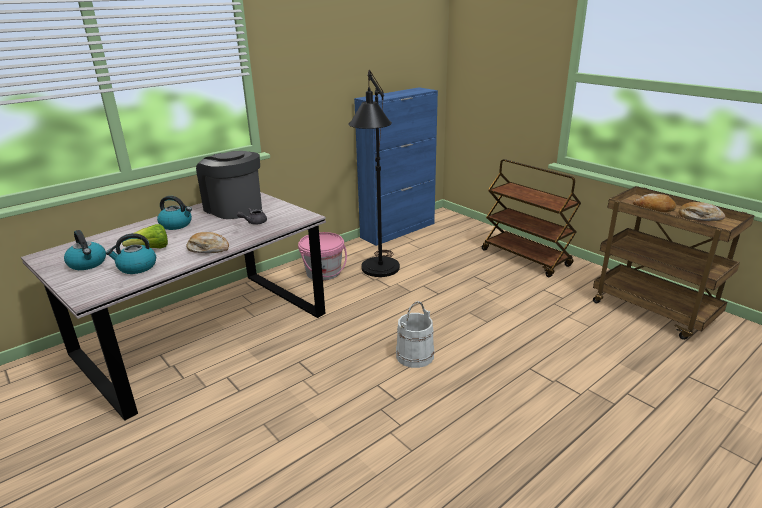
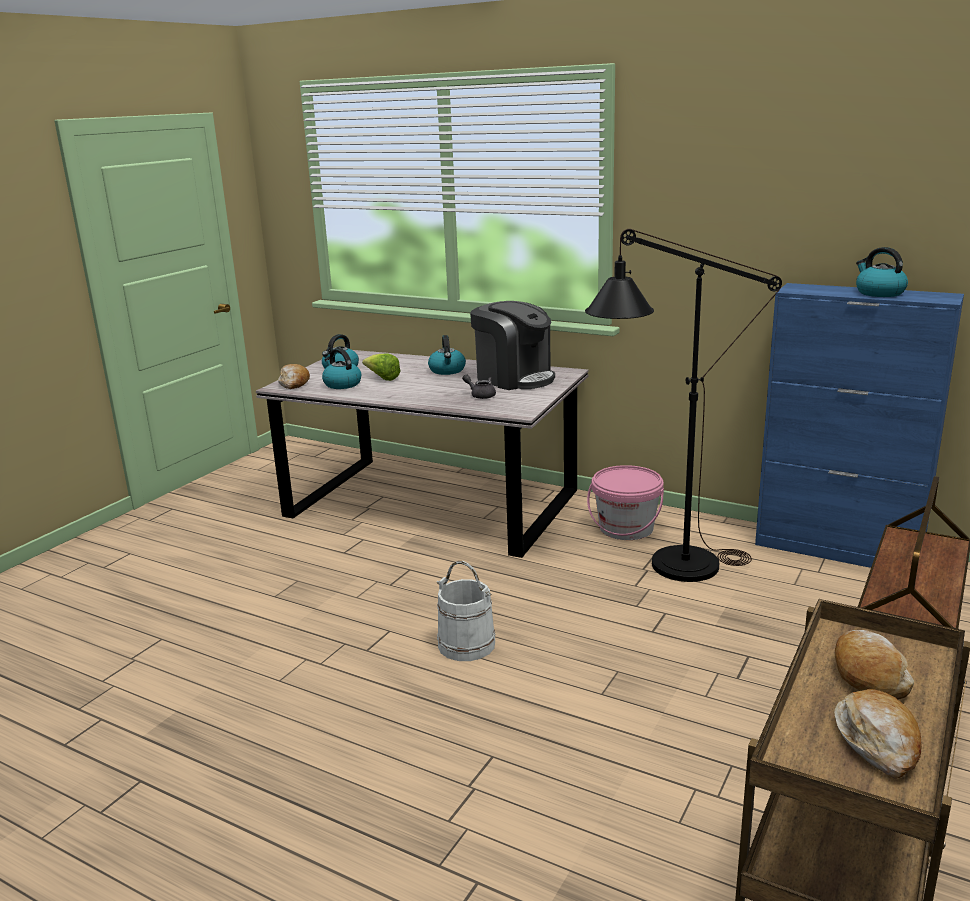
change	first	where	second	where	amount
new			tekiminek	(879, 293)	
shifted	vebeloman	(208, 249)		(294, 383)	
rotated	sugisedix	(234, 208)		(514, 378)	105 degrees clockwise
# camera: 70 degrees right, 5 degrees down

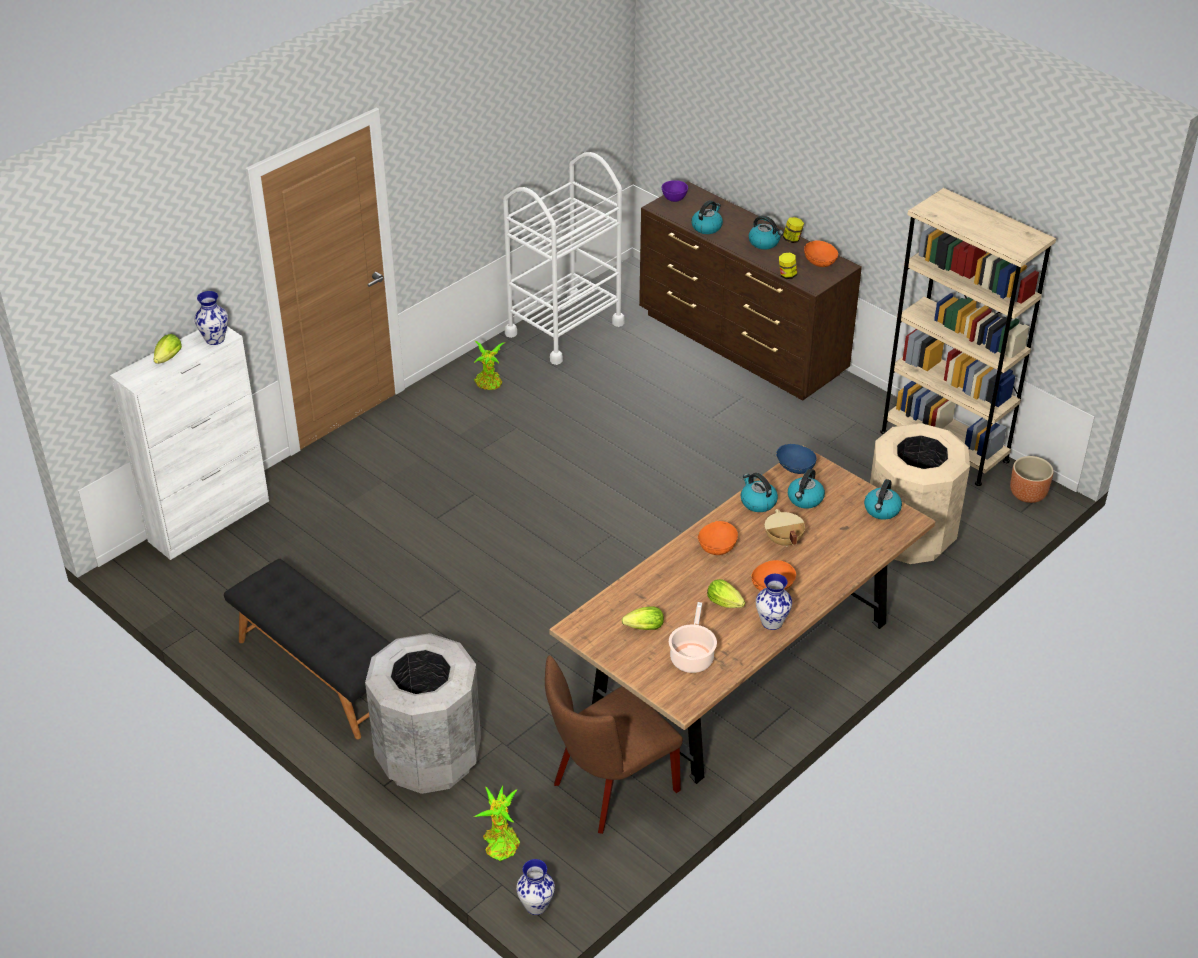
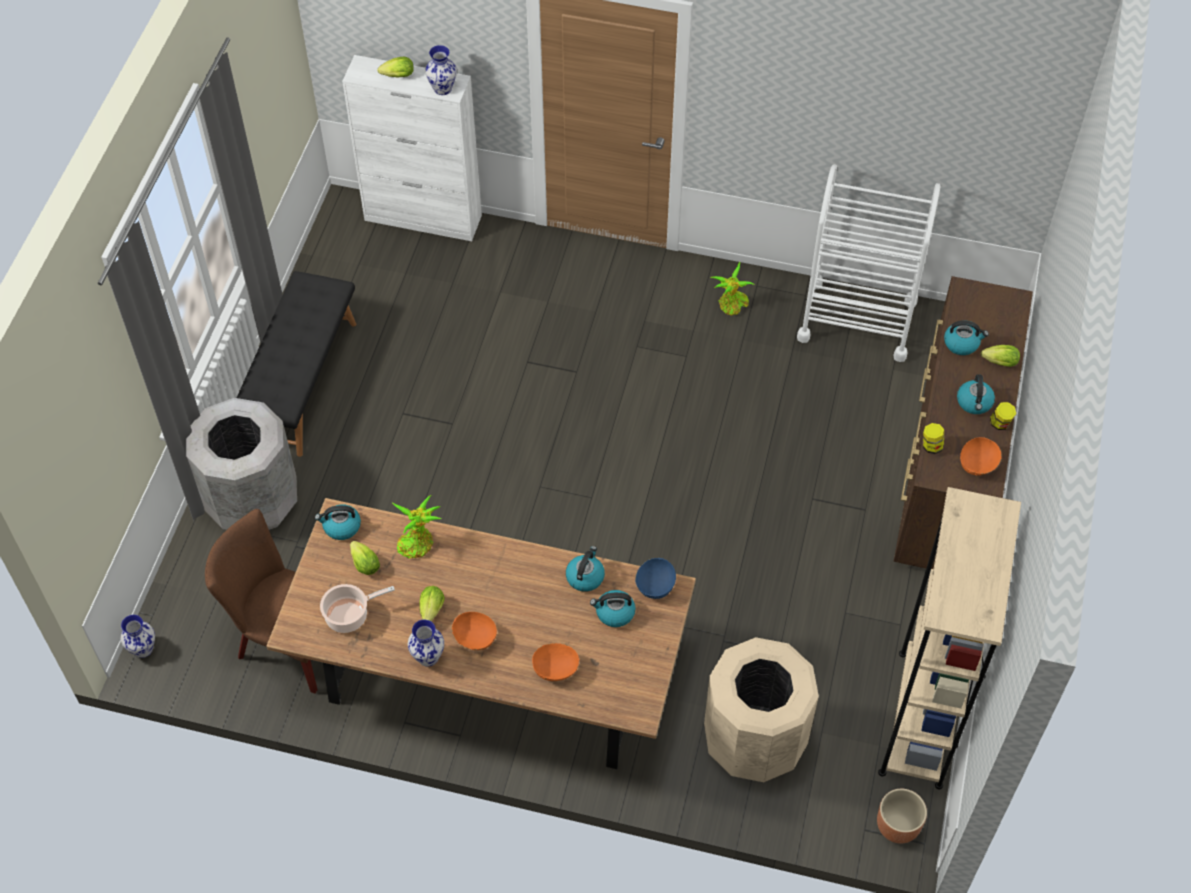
change	first	where	second	where	amount
gone	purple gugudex	(674, 199)			
gone	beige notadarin	(782, 541)			
new			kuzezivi	(997, 362)	
shifted	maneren	(500, 842)		(418, 542)	
shifted	orange gugudex	(717, 547)		(555, 668)	
shifted	tekiminek	(882, 510)		(341, 527)	
# camera: 60 degrees right, 15 degrees up

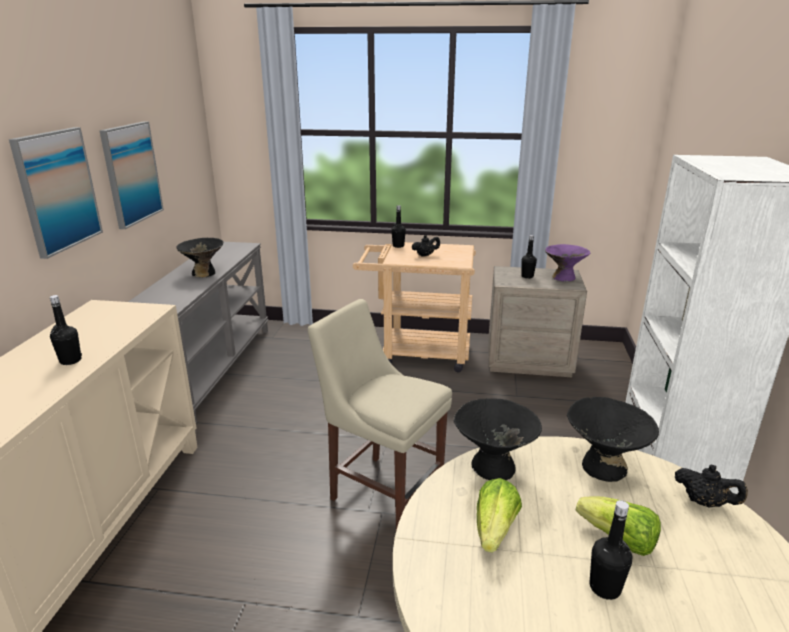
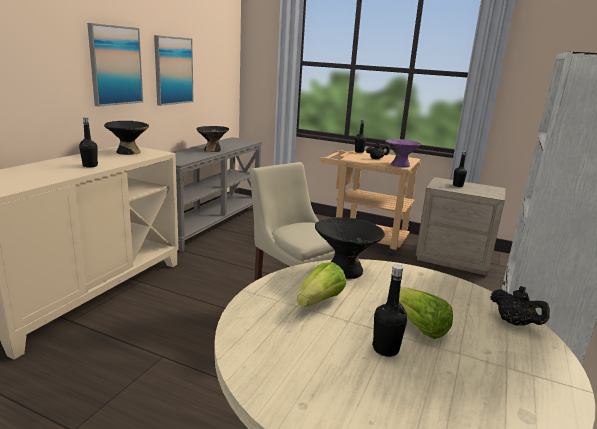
change	first	where	second	where	amount
shifted	purple gugudex	(563, 277)		(400, 165)	
shifted	black gugudex	(603, 467)		(128, 152)	
# camera: 15 degrees right, 5 degrees down

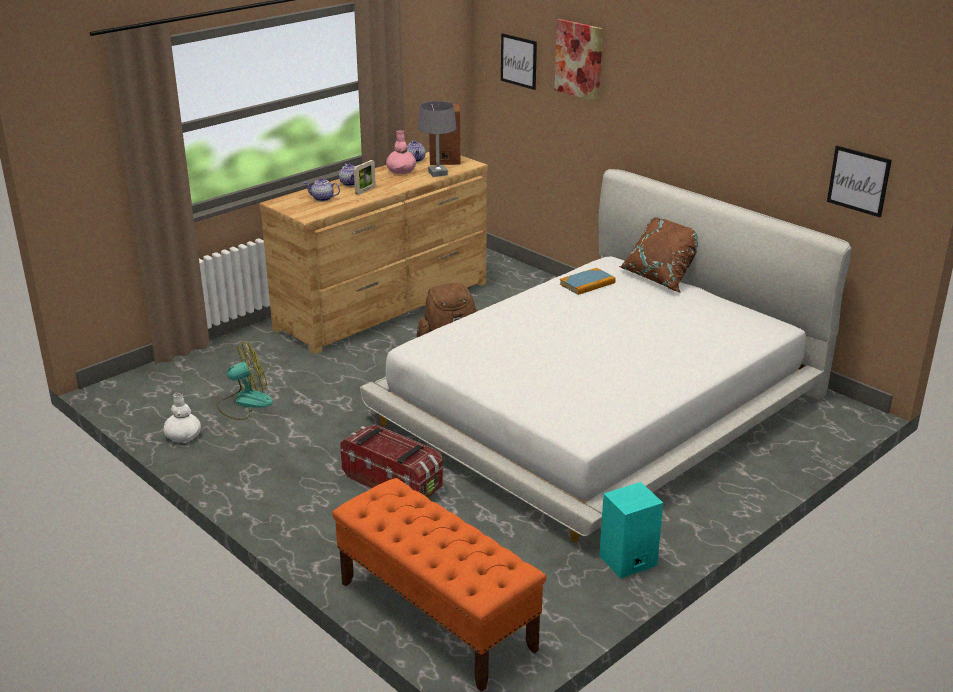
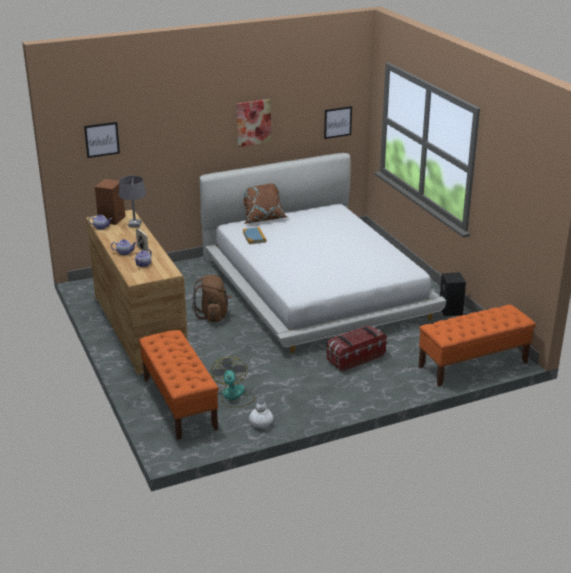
change	first	where	second	where	amount
gone	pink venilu	(401, 170)			
new			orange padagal	(179, 403)	
shifted	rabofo	(579, 59)		(253, 122)	
repainted	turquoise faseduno	(627, 561)	black faseduno	(451, 310)	
# camera: 70 degrees left, 0 degrees up

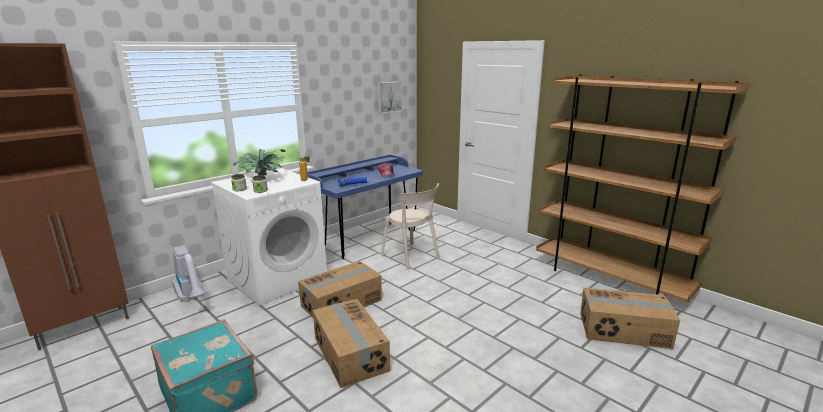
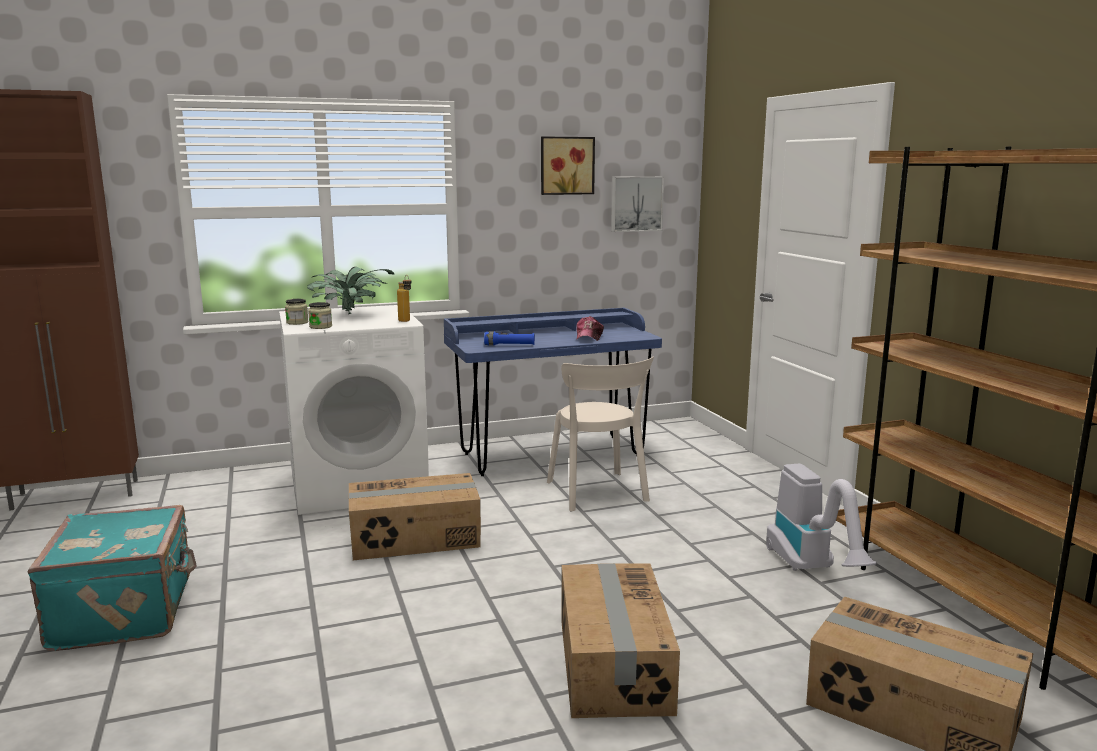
change	first	where	second	where	amount
new			rabofo	(566, 165)	
shifted	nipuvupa	(192, 298)		(812, 569)	
shifted	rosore	(350, 354)		(612, 664)	
# camera: 25 degrees right, 5 degrees down

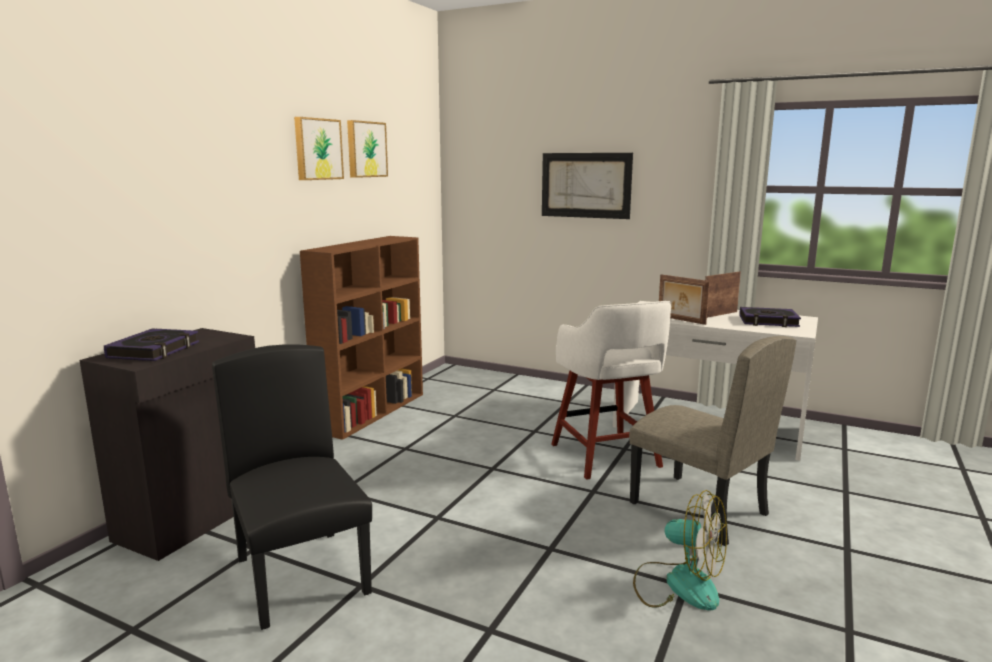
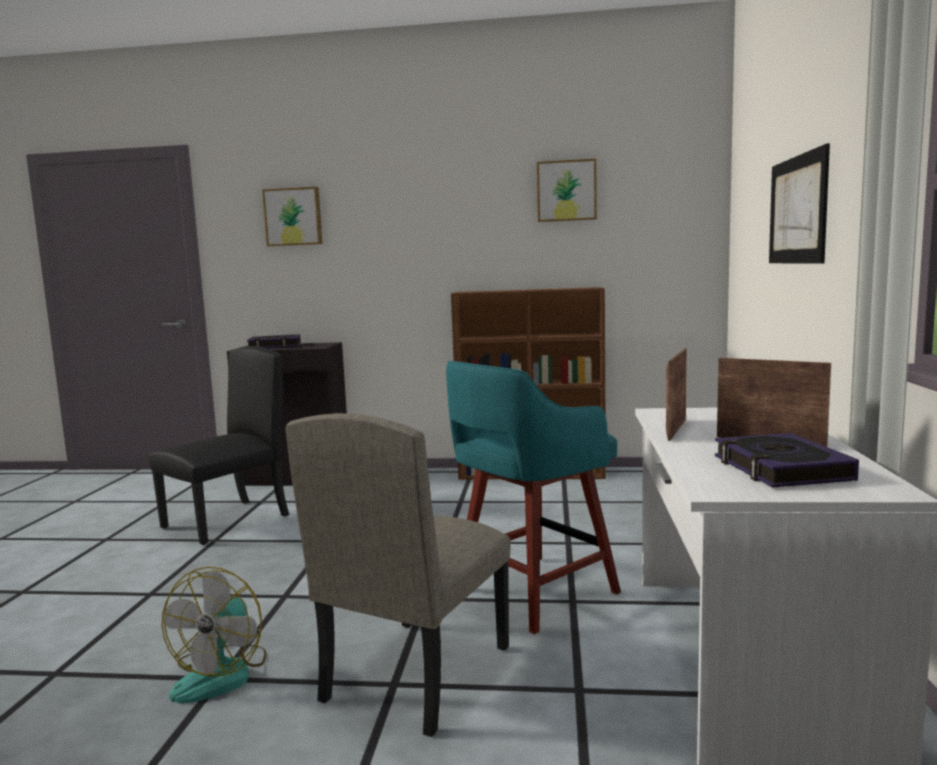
change	first	where	second	where	amount
shifted	rabofo	(317, 149)		(293, 217)	
repainted	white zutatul	(606, 457)	turquoise zutatul	(531, 593)	
# camera: 70 degrees right, 5 degrees down

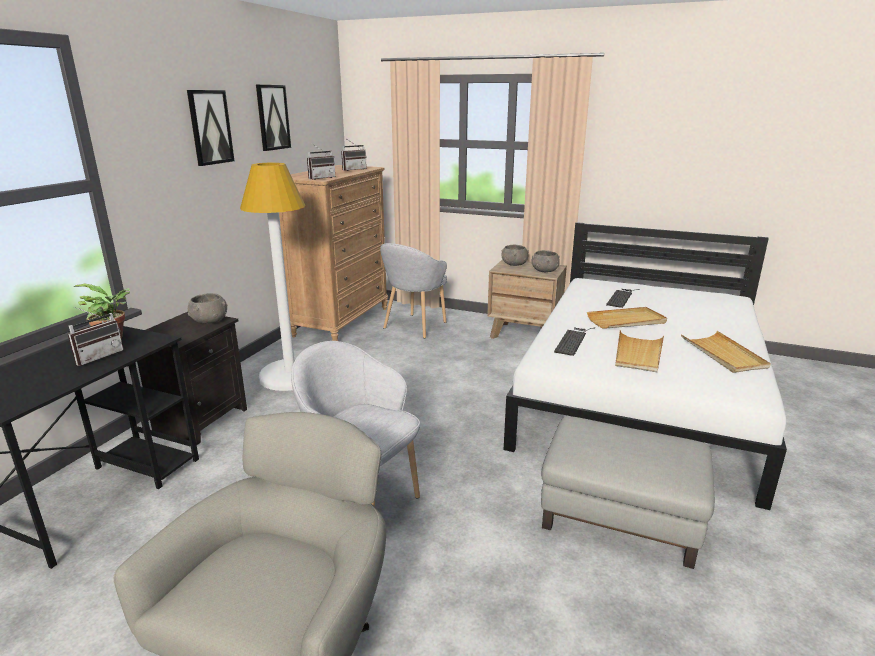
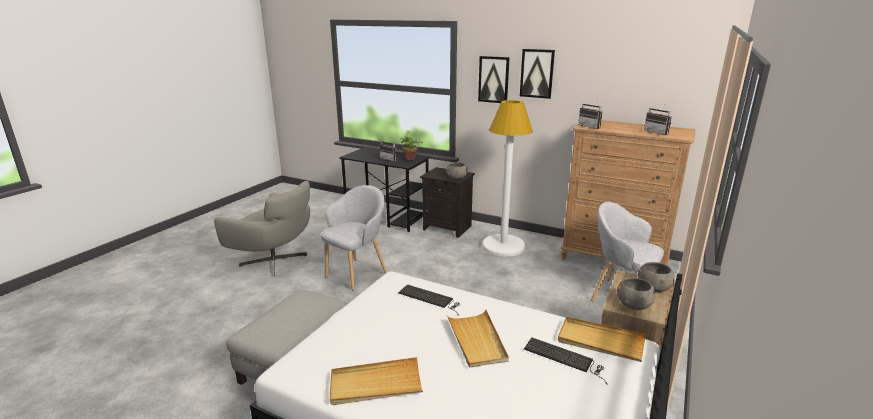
change	first	where	second	where	amount
shifted	rabofo	(272, 117)		(493, 79)	
shifted	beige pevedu	(638, 354)		(600, 341)	
# camera: 95 degrees right, 0 degrees up

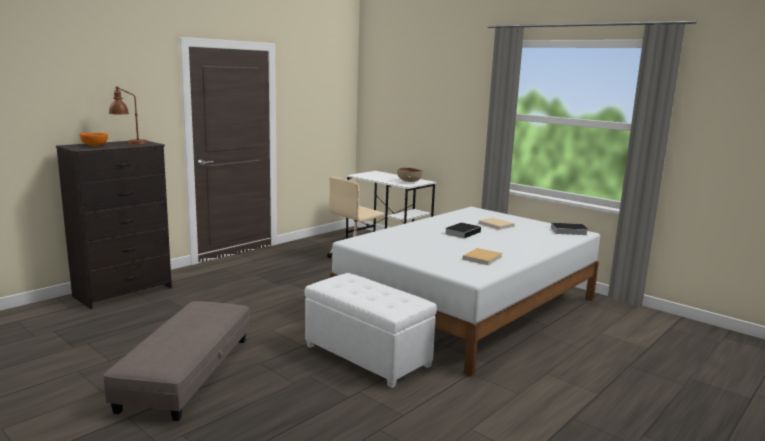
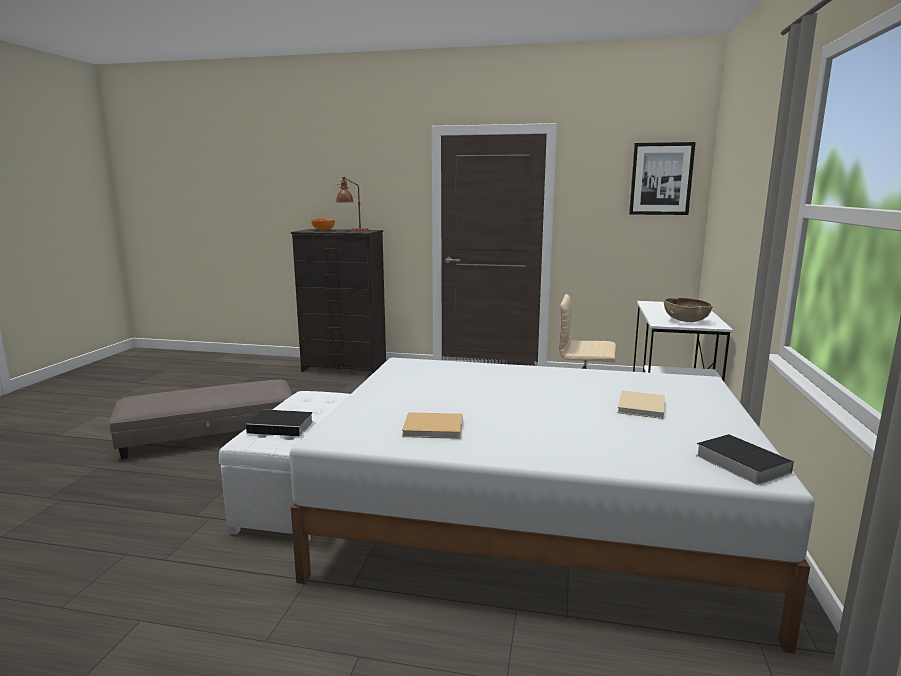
change	first	where	second	where	amount
new			rabofo	(661, 179)	
shifted	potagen	(463, 232)		(283, 427)	
# camera: 60 degrees right, 0 degrees up

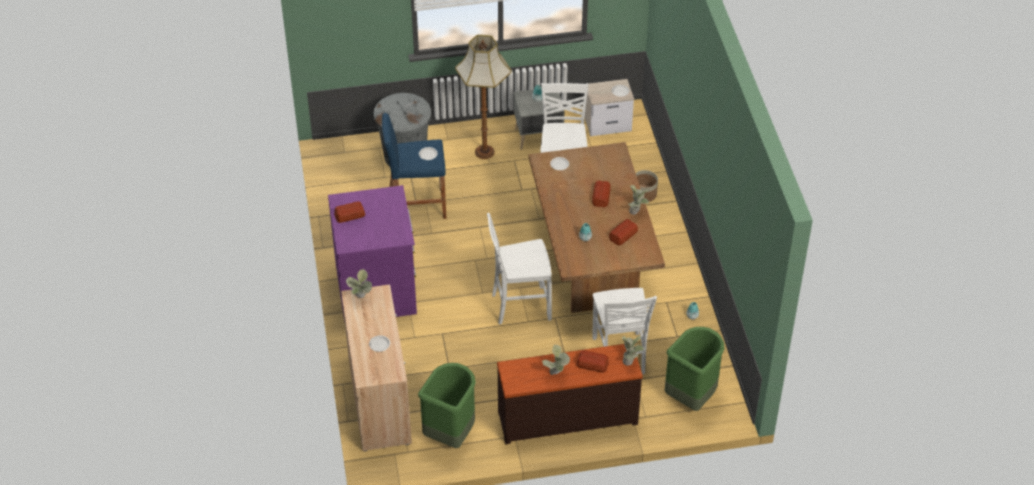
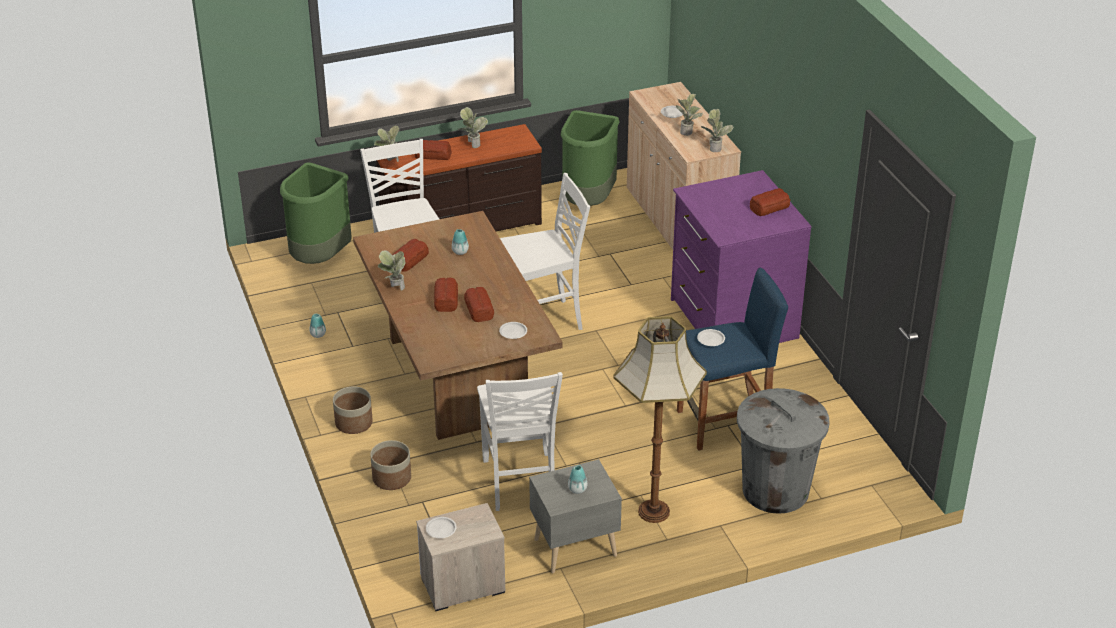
change	first	where	second	where	amount
new			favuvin	(354, 423)	
new			vebeloman	(479, 309)	
new			maneren	(687, 131)	
# camera: 170 degrees right, 10 degrees down

